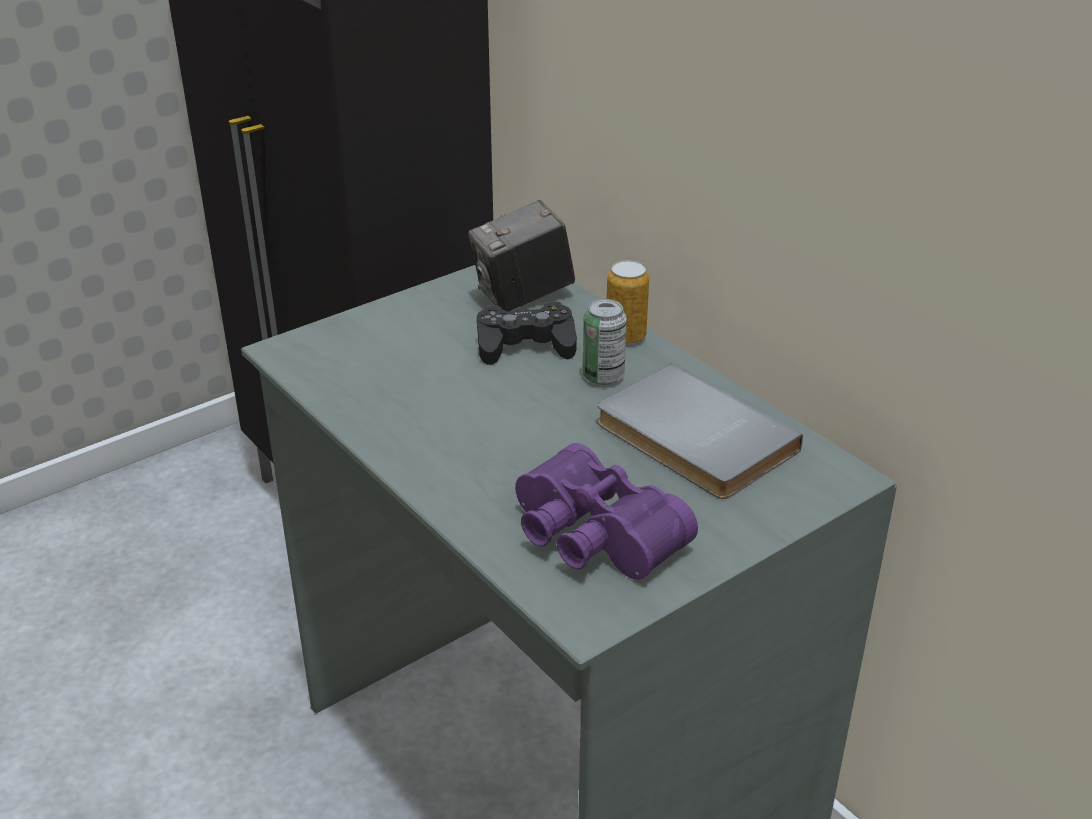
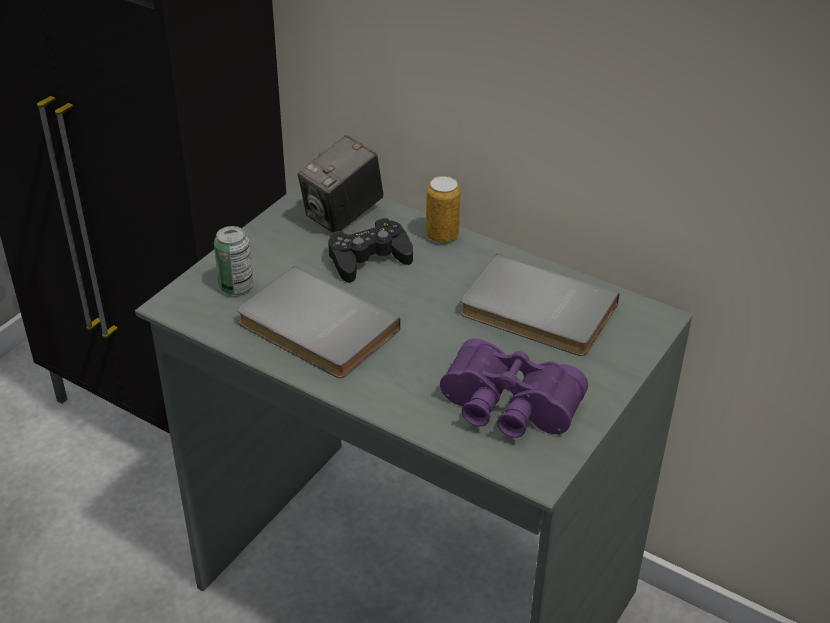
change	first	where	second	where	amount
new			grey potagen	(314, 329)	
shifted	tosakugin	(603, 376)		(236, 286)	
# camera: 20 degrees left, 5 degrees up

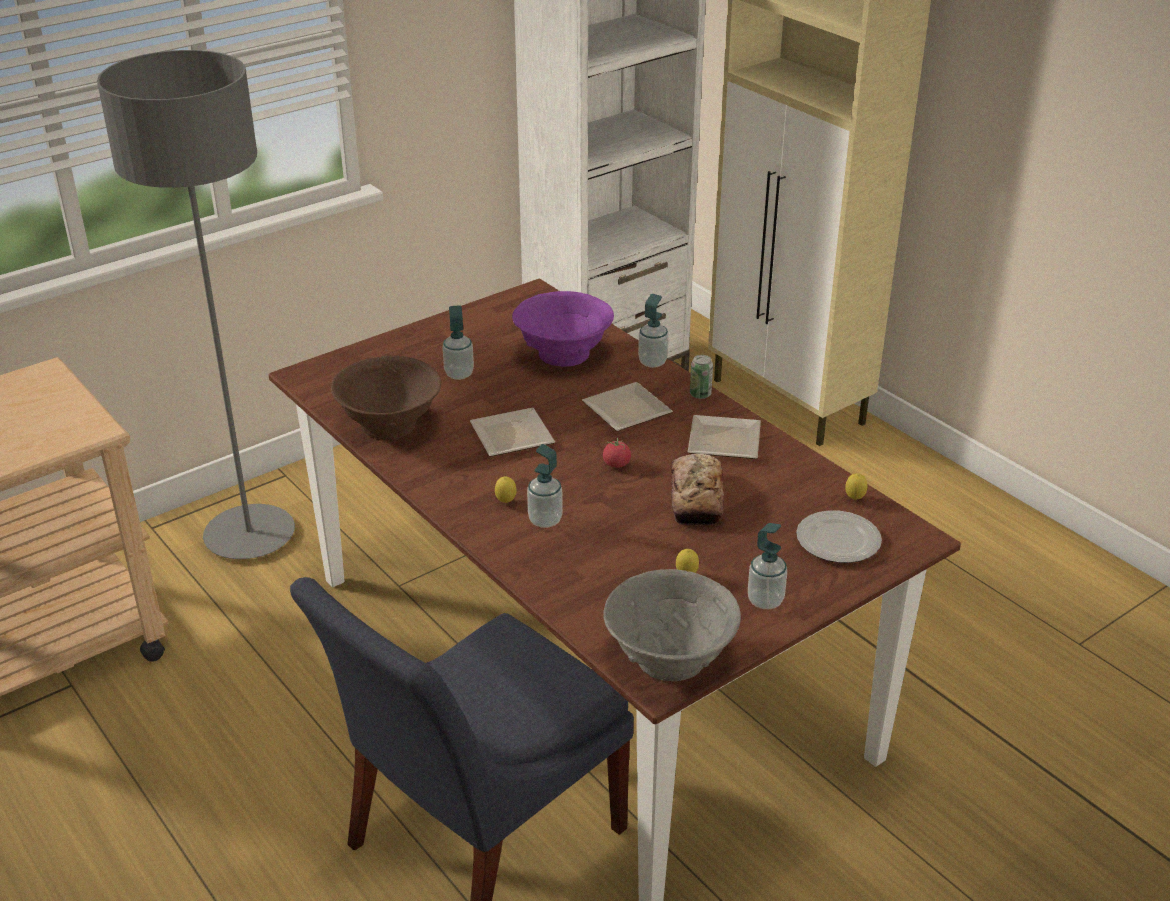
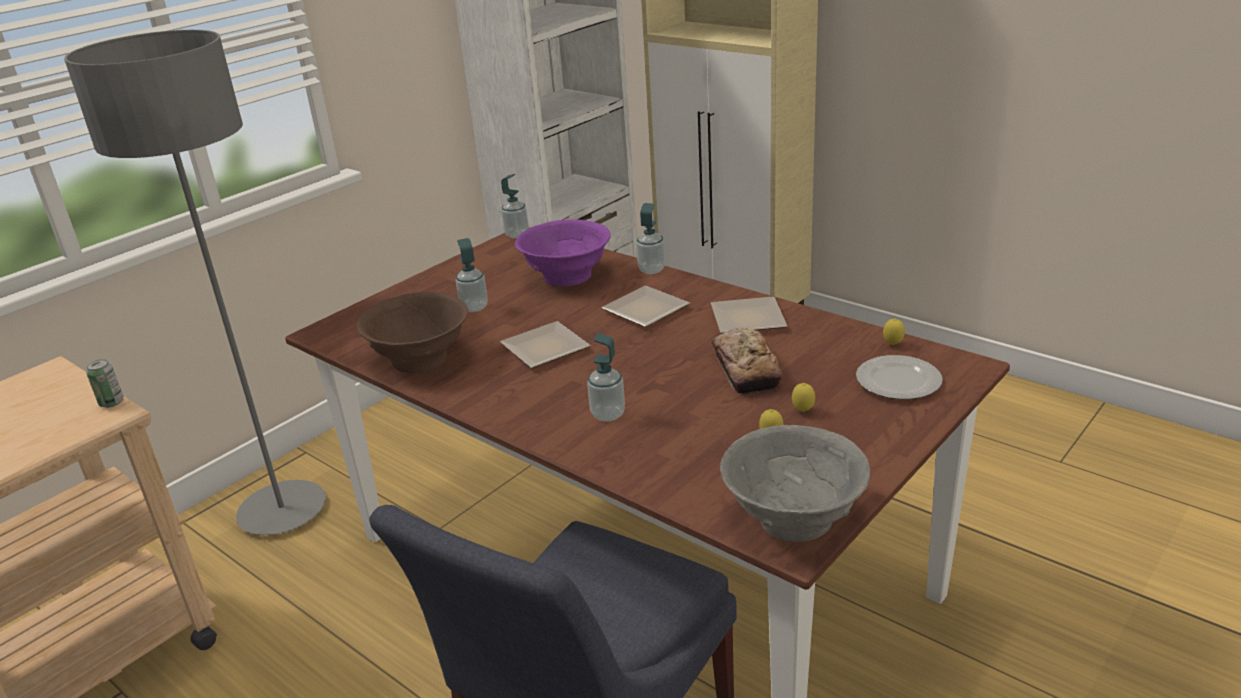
change	first	where	second	where	amount
gone	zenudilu	(616, 464)			
shifted	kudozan	(506, 502)		(803, 411)	
shifted	tosakugin	(700, 394)		(111, 402)	
shifted	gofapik	(765, 601)		(517, 234)	
# camera: 10 degrees left, 5 degrees down

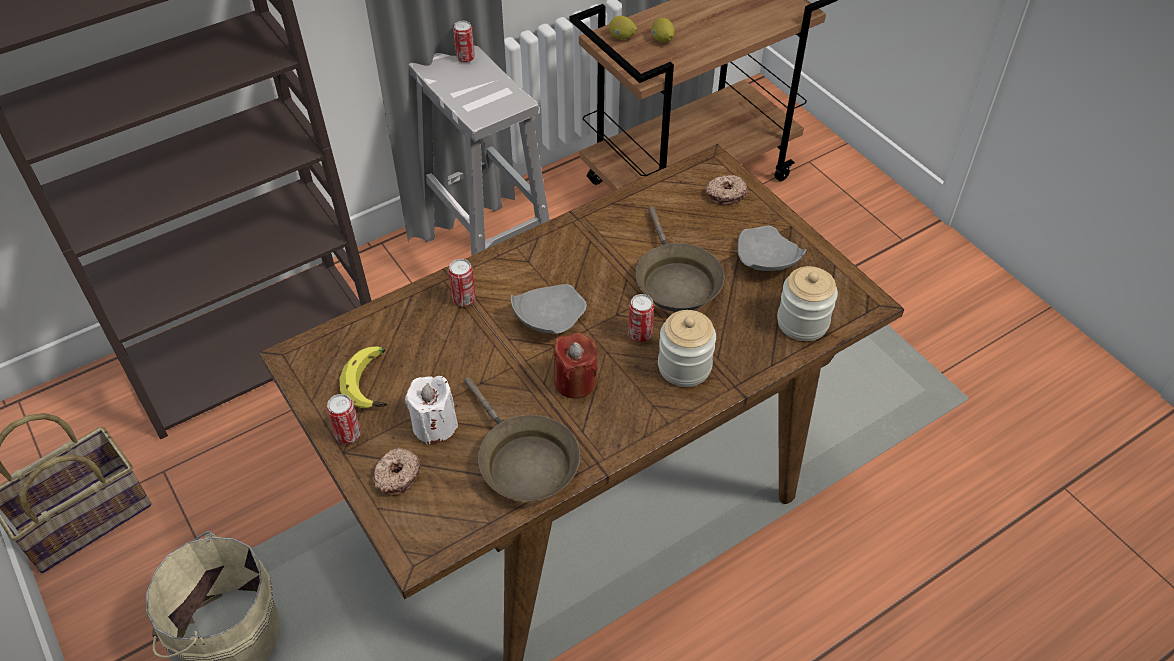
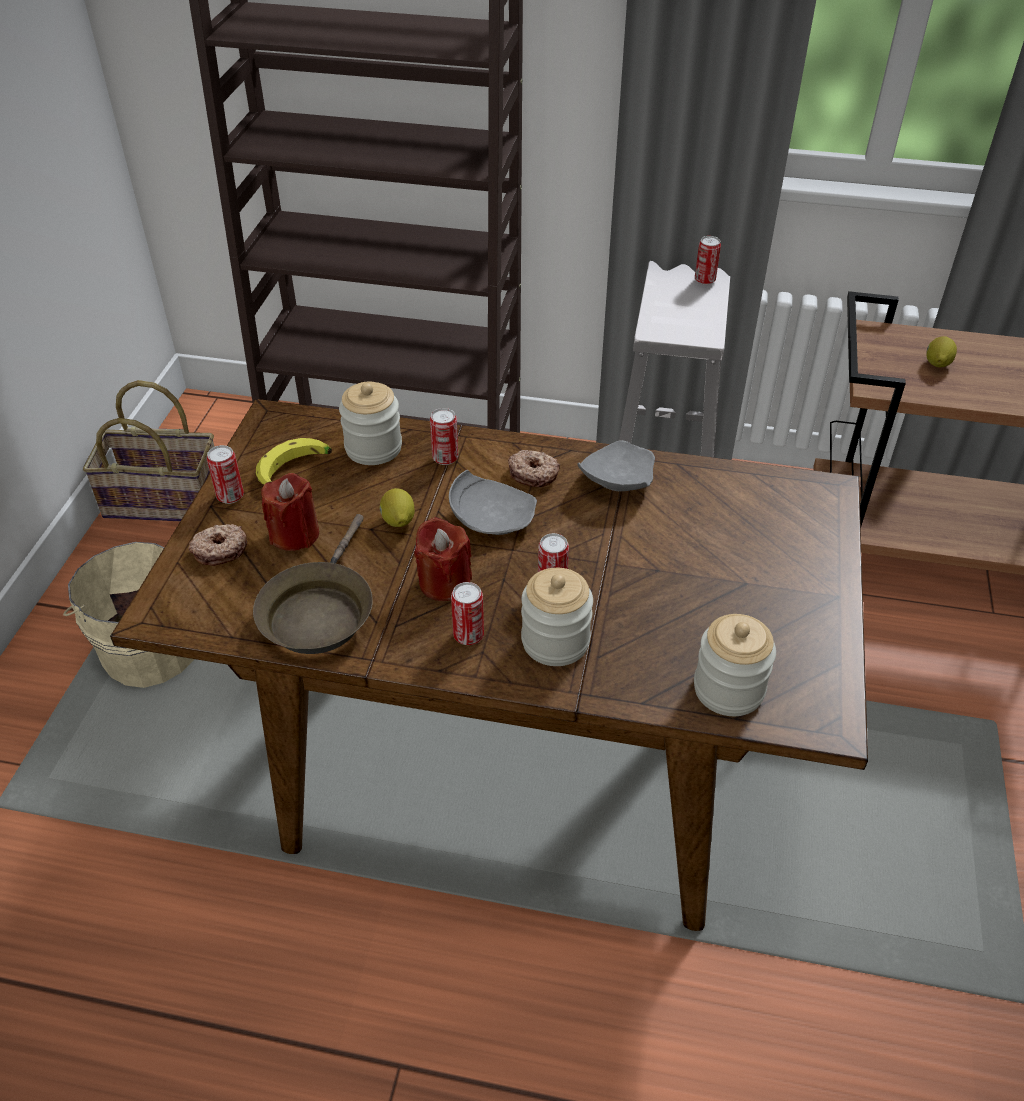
change	first	where	second	where	amount
gone	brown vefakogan	(675, 281)			
new			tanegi	(373, 448)	
new			tosakugin	(468, 635)	
shifted	kudozan	(622, 37)		(398, 521)	
shifted	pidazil	(725, 194)		(533, 474)	
shifted	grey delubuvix	(765, 261)		(616, 481)	
repainted	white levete	(434, 425)	red levete	(295, 534)	
# camera: 45 degrees right, 5 degrees down

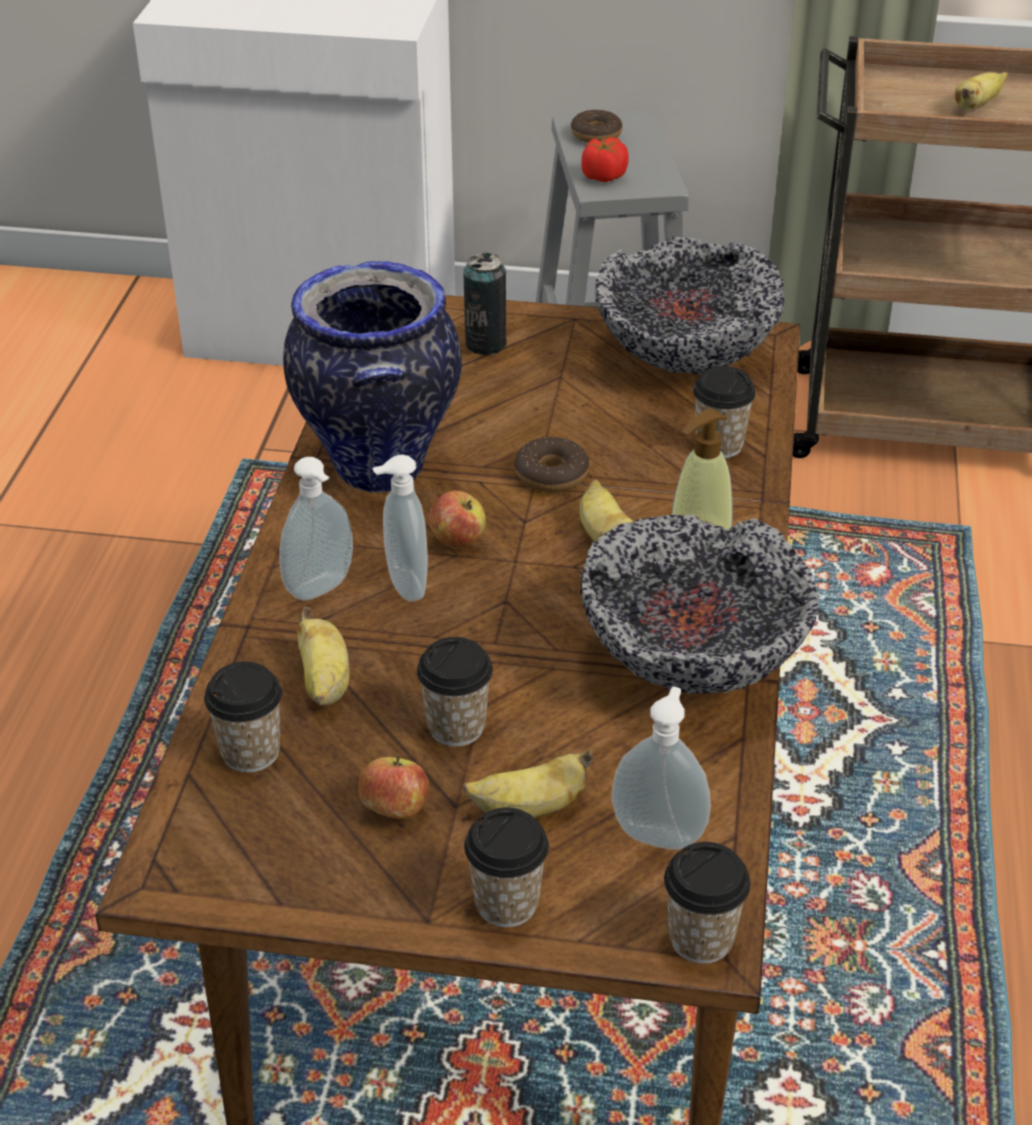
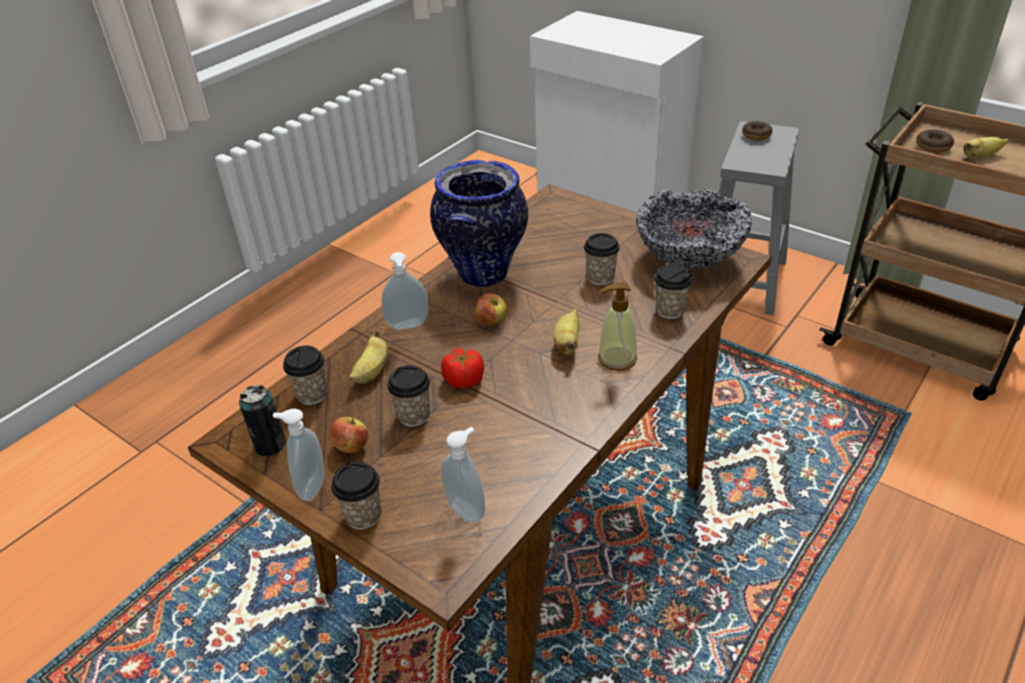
change	first	where	second	where	amount
gone	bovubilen	(529, 809)			
gone	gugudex	(695, 660)			
shifted	gofapik	(403, 586)		(310, 487)	
shifted	tosakugin	(485, 344)		(270, 445)	
shifted	pidazil	(551, 474)		(933, 146)	
shifted	zenudilu	(603, 176)		(463, 380)	
shifted	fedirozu	(701, 938)		(600, 278)	
# camera: 30 degrees right, 0 degrees up

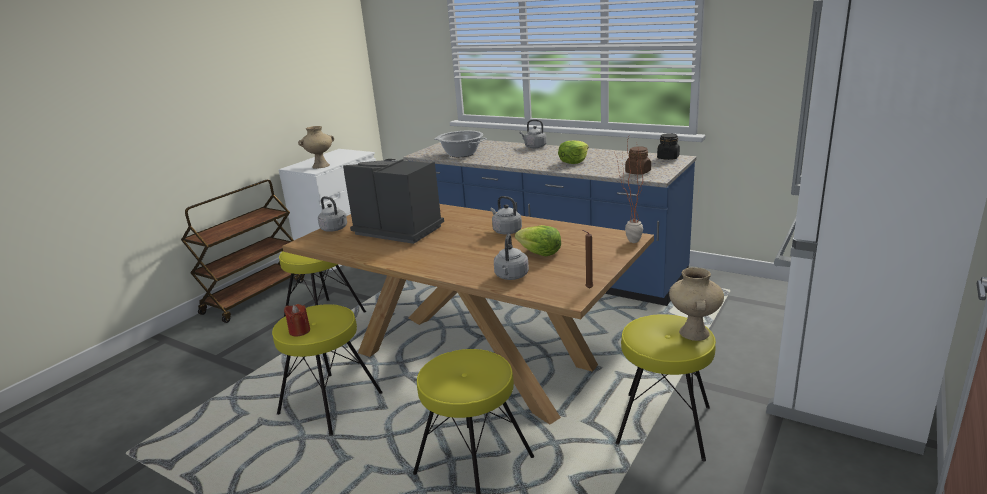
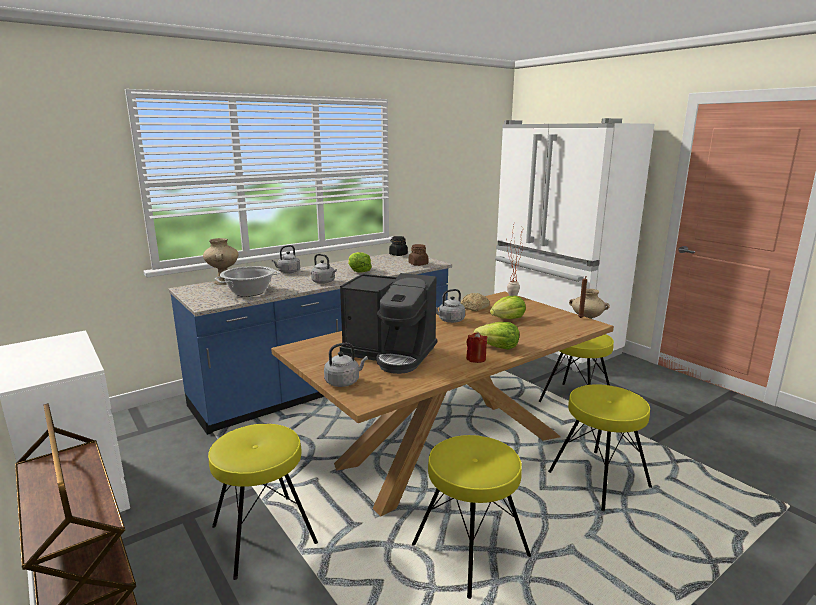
change	first	where	second	where	amount
new			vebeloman	(474, 308)	
new			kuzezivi	(498, 347)	
shifted	red levete	(299, 331)		(476, 359)	
shifted	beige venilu	(321, 166)		(223, 282)	
shifted	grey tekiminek	(511, 276)		(324, 282)	
rotated	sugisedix	(398, 229)		(390, 354)	120 degrees counterclockwise
# camera: 70 degrees left, 5 degrees down

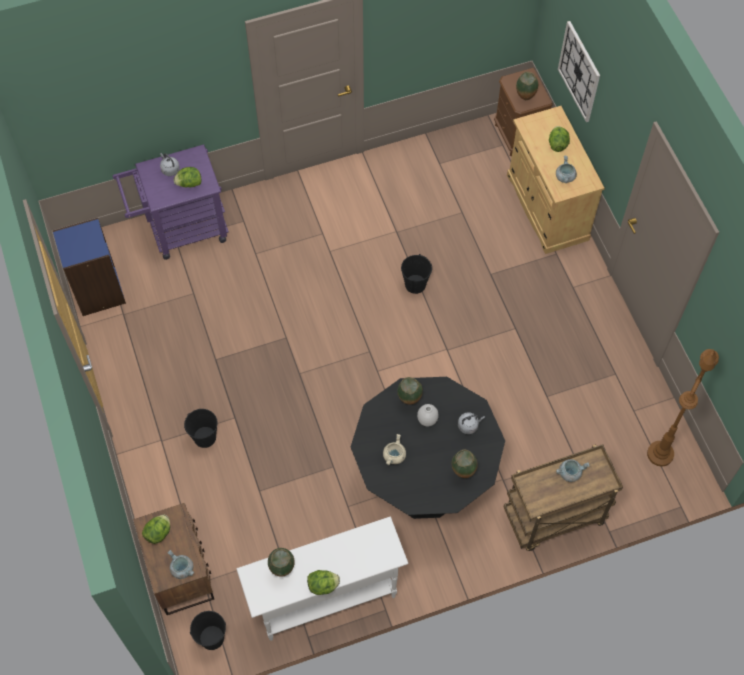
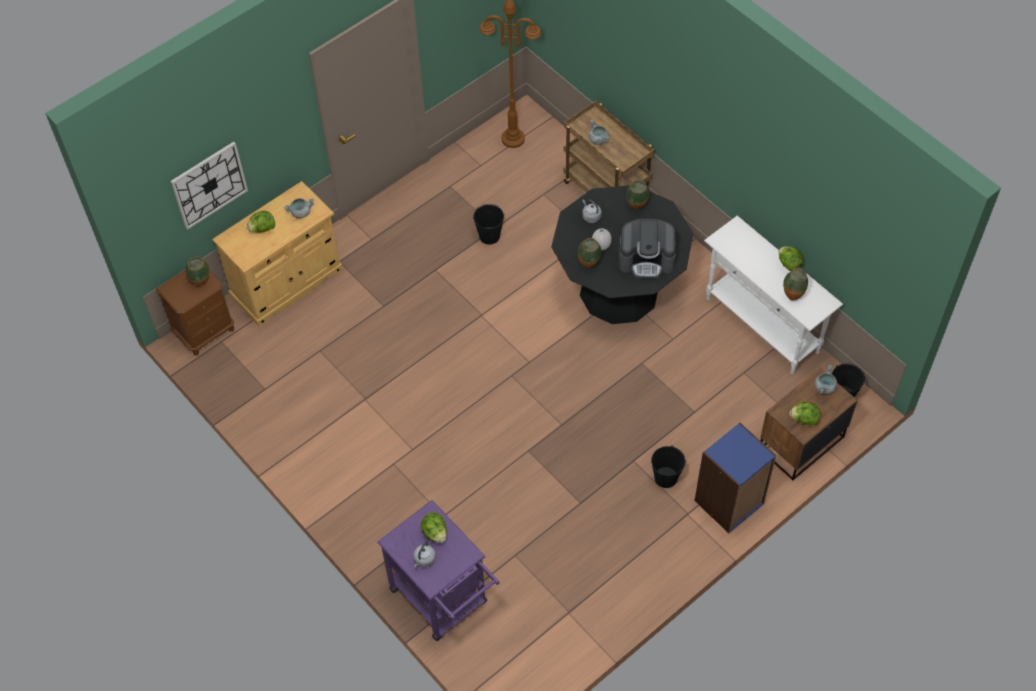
change	first	where	second	where	amount
shifted	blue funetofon	(98, 291)		(729, 502)	
shifted	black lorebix	(415, 284)		(489, 236)	
swapped	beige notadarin	(394, 456)	sugisedix	(646, 259)	
# camera: 110 degrees left, 5 degrees down

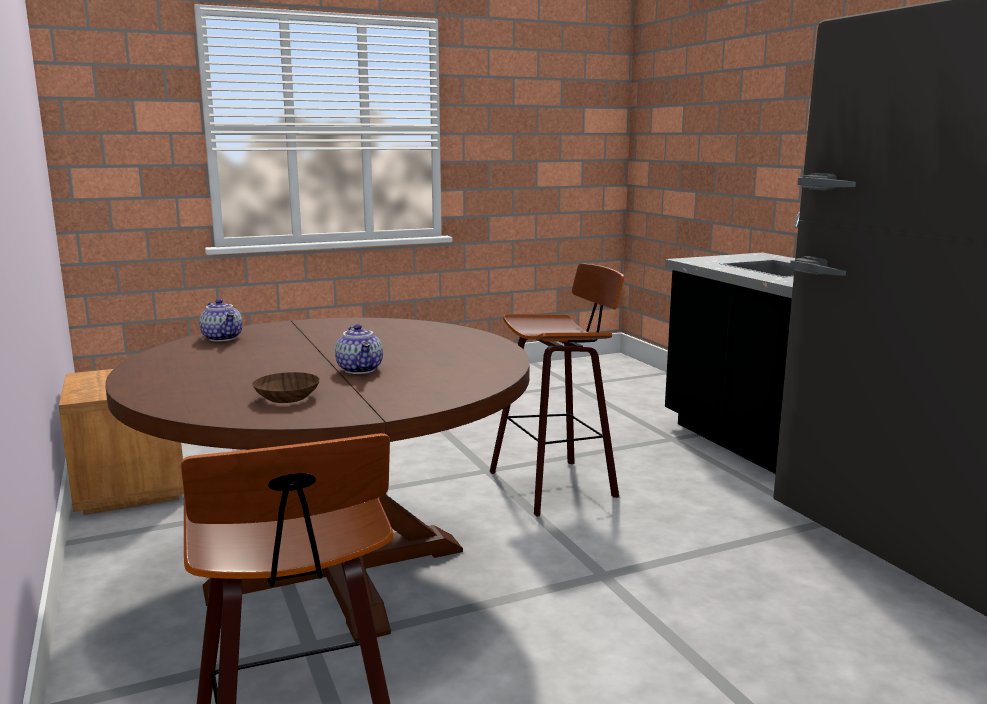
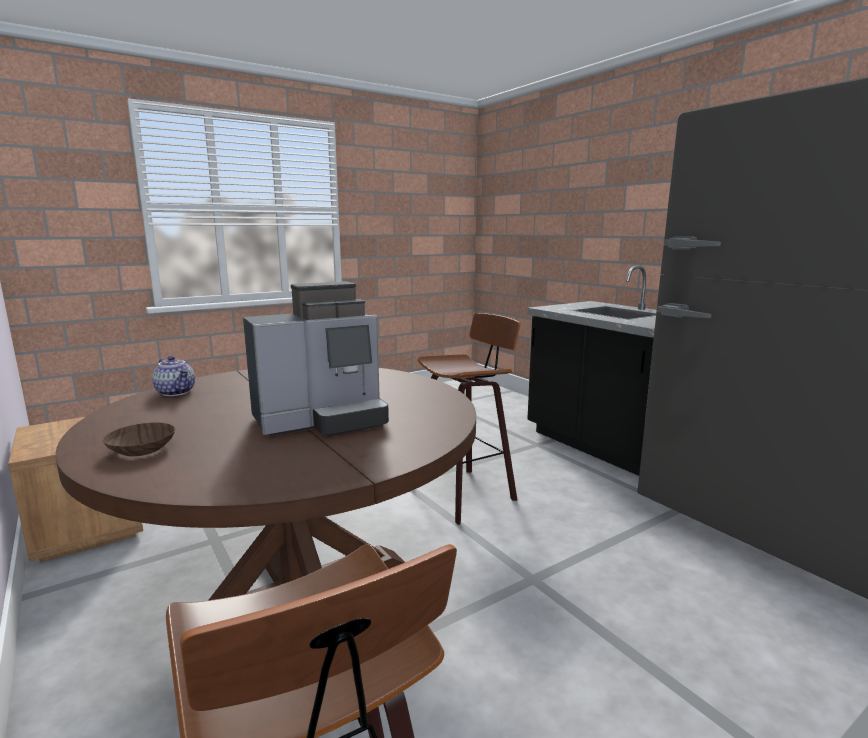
change	first	where	second	where	amount
shifted	brown gugudex	(287, 397)		(141, 448)	
swapped	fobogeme	(361, 369)	sugisedix	(323, 420)	
# camera: 10 degrees left, 0 degrees up

